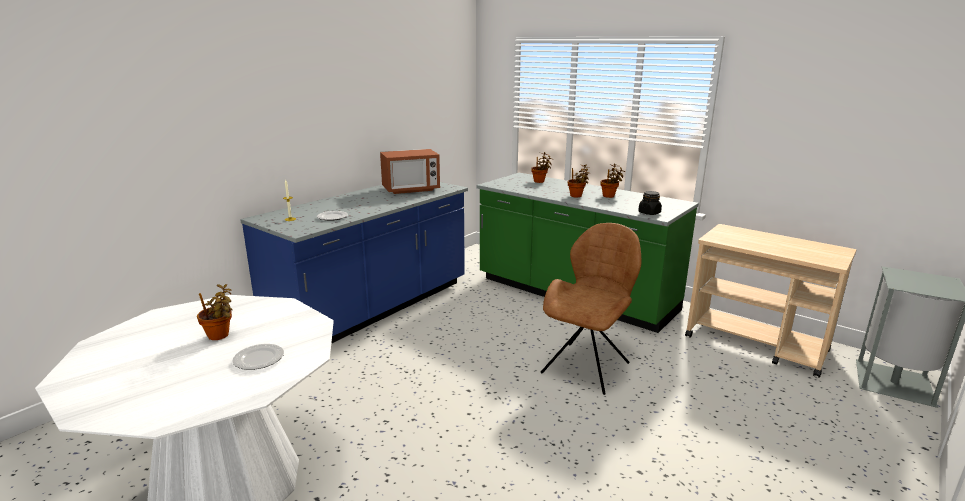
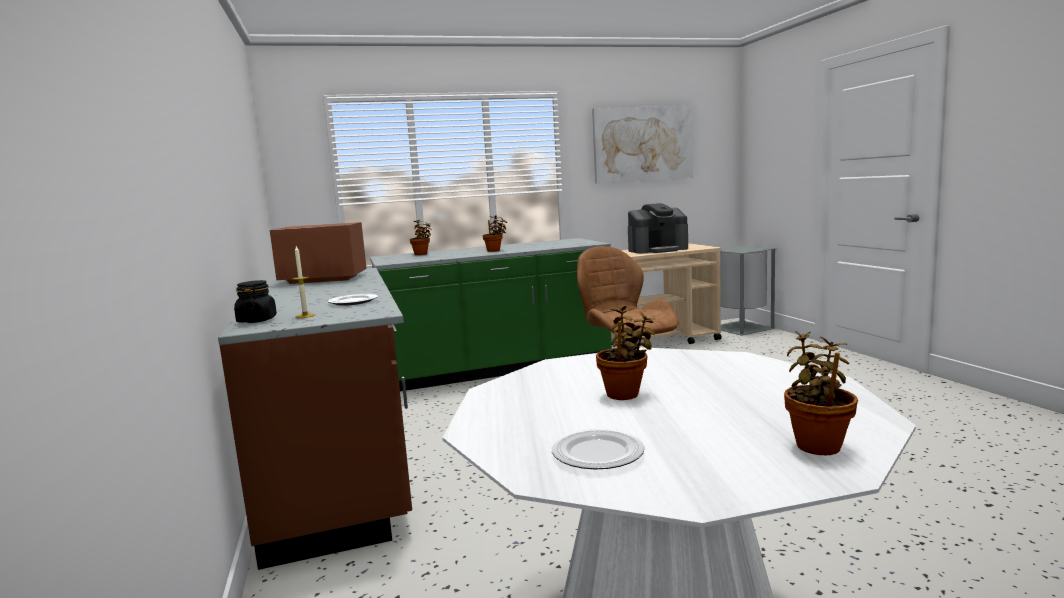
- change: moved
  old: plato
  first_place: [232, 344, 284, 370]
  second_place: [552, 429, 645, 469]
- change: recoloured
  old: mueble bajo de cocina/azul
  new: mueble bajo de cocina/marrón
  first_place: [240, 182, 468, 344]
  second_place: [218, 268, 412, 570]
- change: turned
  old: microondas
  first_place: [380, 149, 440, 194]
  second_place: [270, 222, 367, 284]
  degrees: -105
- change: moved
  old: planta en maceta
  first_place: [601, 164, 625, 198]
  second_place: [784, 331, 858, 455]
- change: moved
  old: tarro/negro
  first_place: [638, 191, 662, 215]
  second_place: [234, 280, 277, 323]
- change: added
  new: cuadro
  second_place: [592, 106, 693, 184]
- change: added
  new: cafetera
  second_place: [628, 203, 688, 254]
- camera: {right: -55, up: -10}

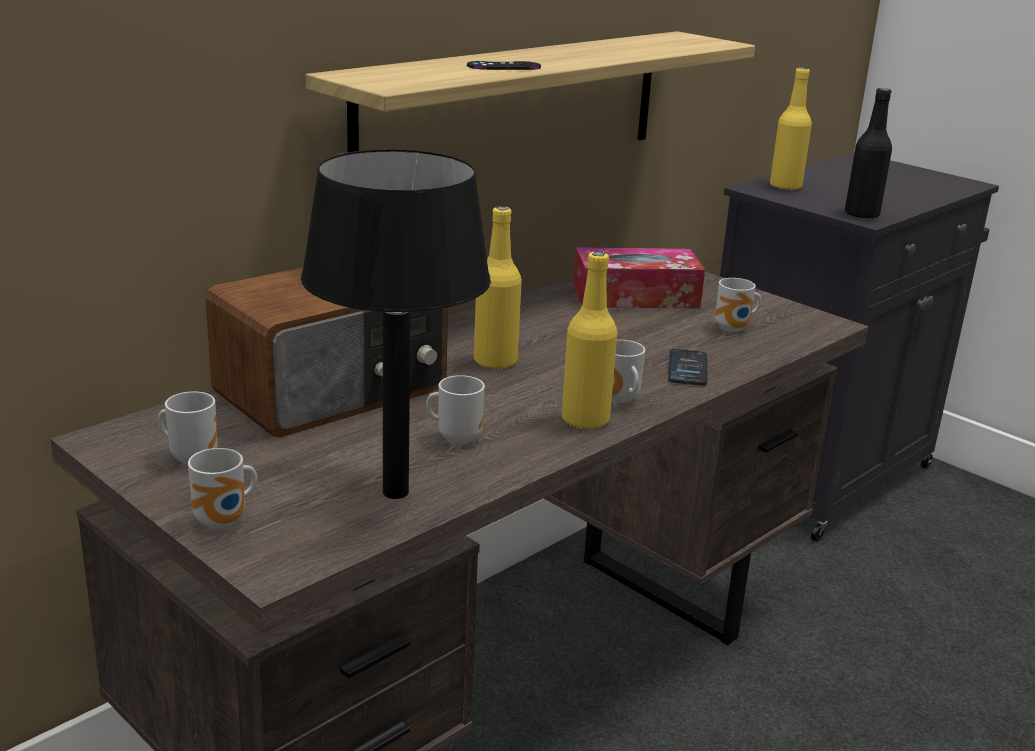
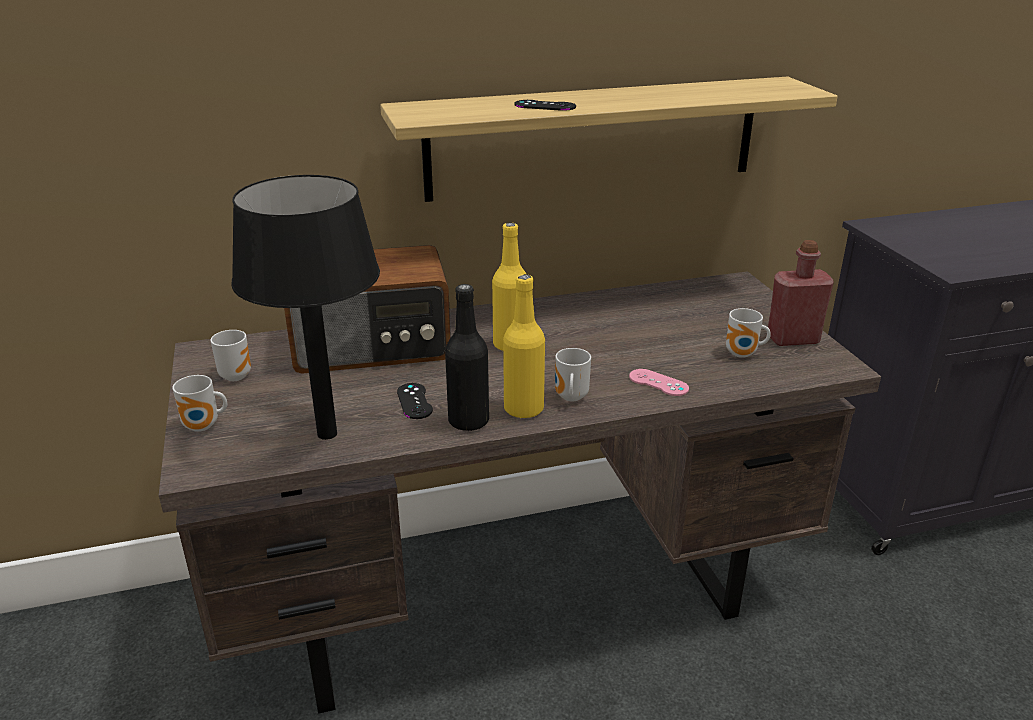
- change: replaced
  old: taza grande
  new: mando de consola/negro
  first_place: [426, 375, 485, 445]
  second_place: [397, 383, 433, 419]
- change: removed
  old: caja de pañuelos
  first_place: [573, 247, 705, 308]
- change: replaced
  old: móvil
  new: mando de consola/rosa
  first_place: [668, 349, 707, 386]
  second_place: [629, 369, 689, 396]
- change: removed
  old: botella/amarillo
  first_place: [770, 68, 812, 190]
- change: moved
  old: botella/negro
  first_place: [845, 88, 892, 218]
  second_place: [445, 284, 489, 431]
- change: added
  new: botella/rojo
  second_place: [768, 240, 834, 346]
- camera: {right: 30, up: 5}

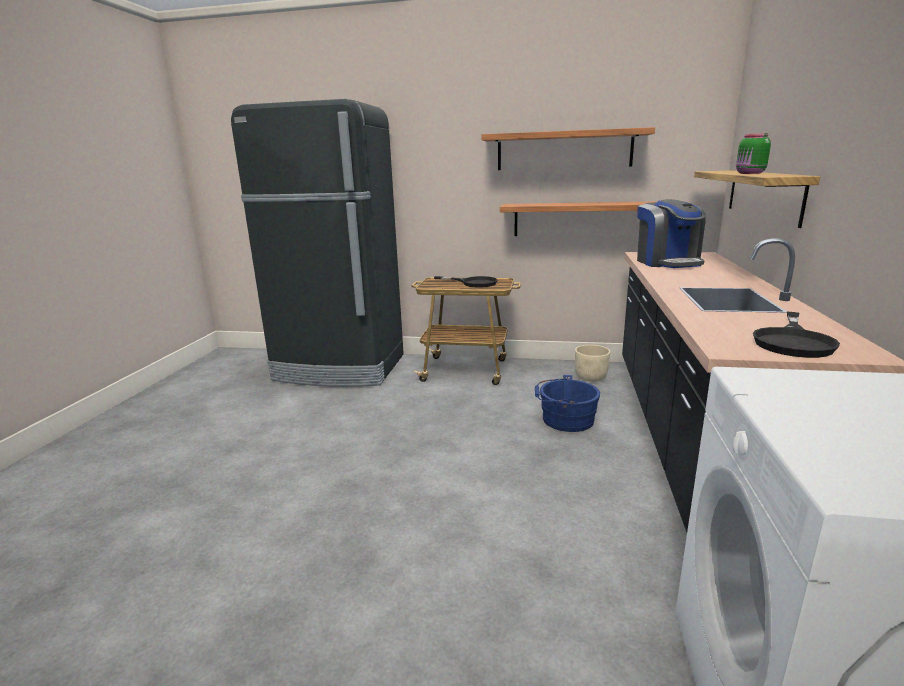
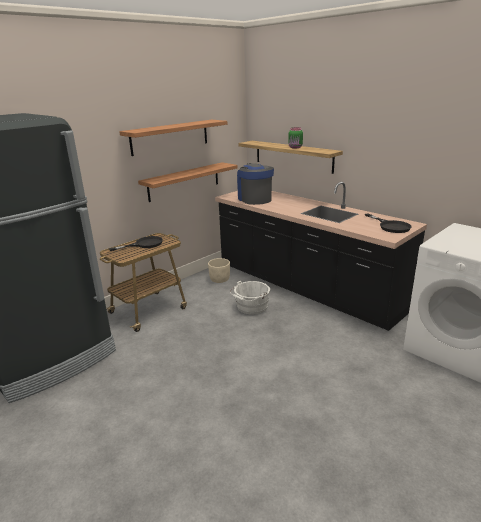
- change: recoloured
  old: cubo/azul
  new: cubo/blanco
  first_place: [535, 375, 600, 432]
  second_place: [230, 281, 270, 314]
- change: turned
  old: cafetera
  first_place: [637, 199, 706, 268]
  second_place: [237, 163, 274, 205]
  degrees: -135
- camera: {right: -55, up: 5}

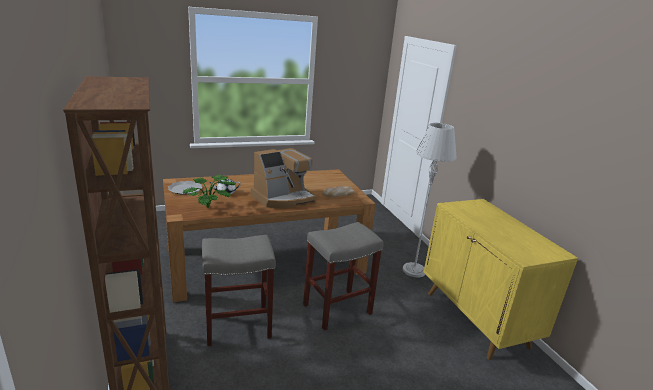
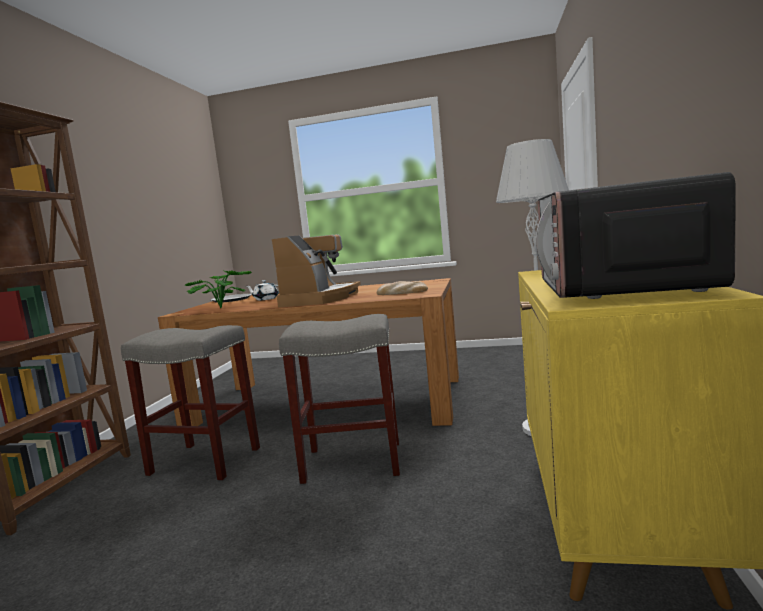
- change: turned
  old: cafetera
  first_place: [251, 148, 318, 208]
  second_place: [272, 234, 361, 308]
  degrees: -75
- change: added
  new: microondas
  second_place: [535, 172, 736, 299]
- camera: {right: 35, up: -15}

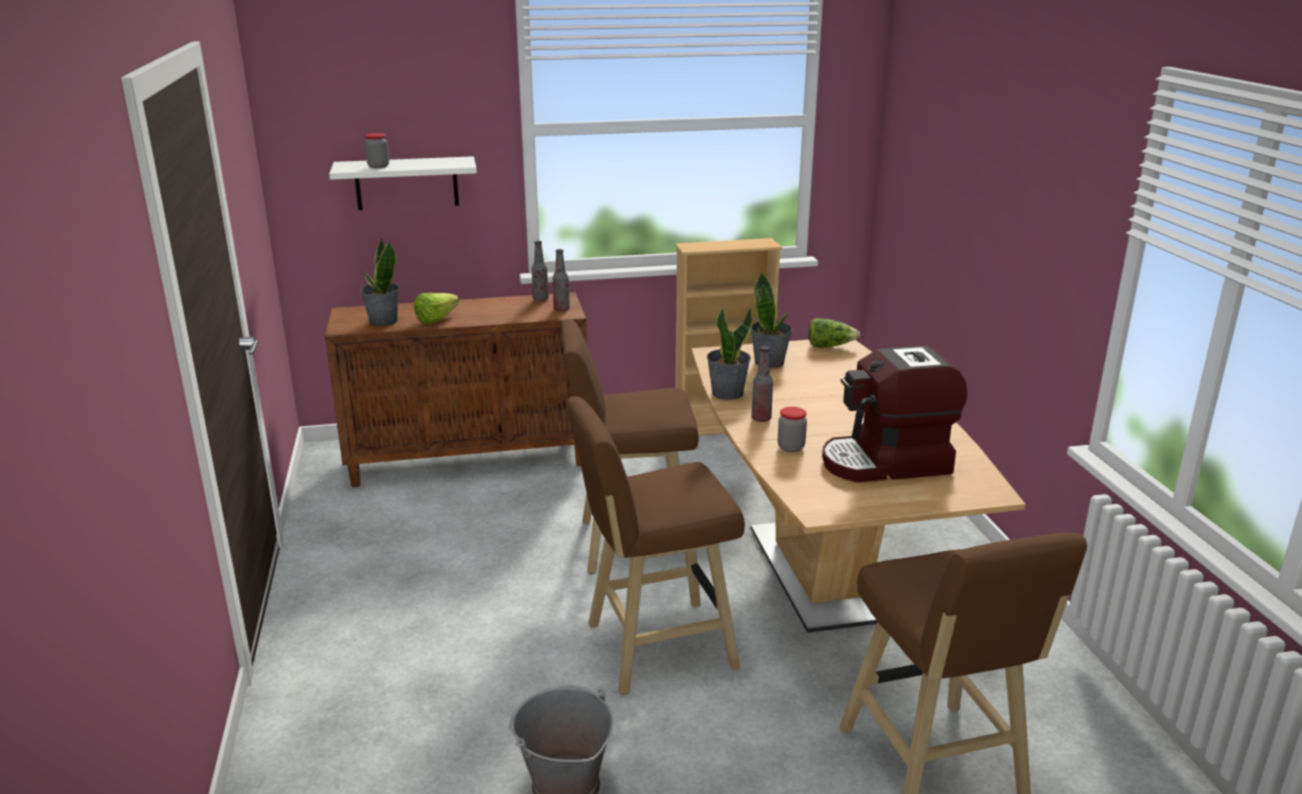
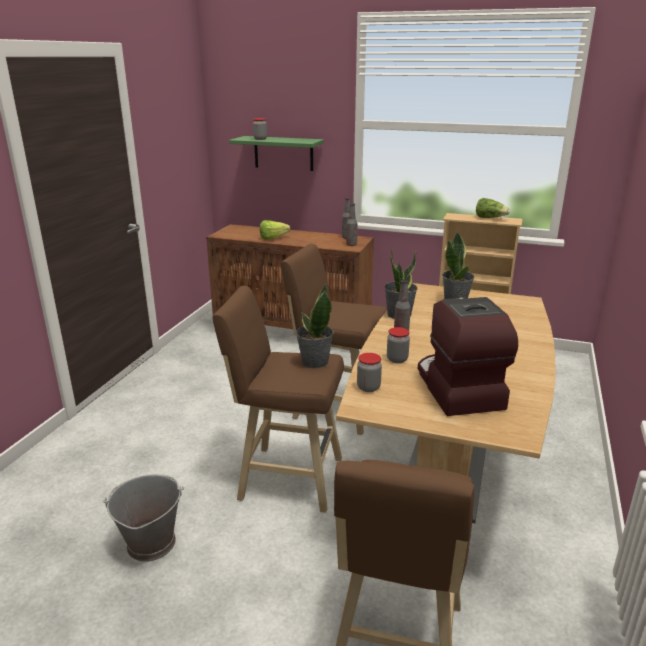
- change: recoloured
  old: estante/blanco
  new: estante/verde
  first_place: [329, 156, 477, 210]
  second_place: [229, 136, 324, 171]
- change: moved
  old: planta en maceta
  first_place: [360, 237, 399, 326]
  second_place: [296, 284, 333, 368]
- change: moved
  old: lechuga
  first_place: [808, 318, 860, 348]
  second_place: [476, 198, 510, 218]
- change: turned
  old: cafetera
  first_place: [822, 346, 967, 482]
  second_place: [418, 297, 518, 416]
  degrees: 60
- change: added
  new: tarro
  second_place: [357, 353, 382, 392]
- camera: {right: 30, up: 0}

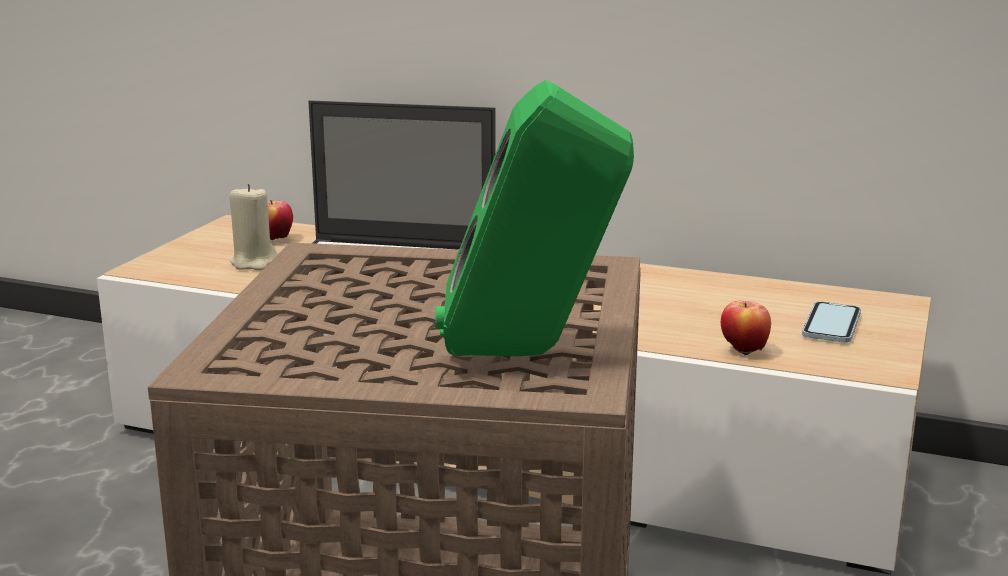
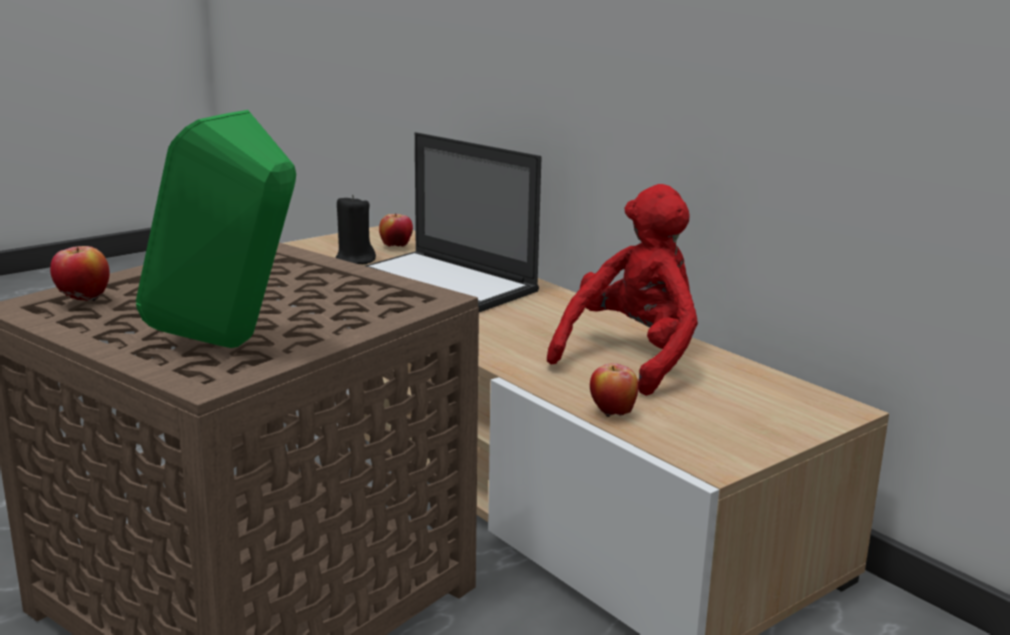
- change: recoloured
  old: vela/beis
  new: vela/negro
  first_place: [229, 184, 277, 270]
  second_place: [336, 194, 376, 264]
- change: removed
  old: móvil
  first_place: [802, 302, 861, 342]
- change: added
  new: manzana
  second_place: [50, 246, 110, 302]
- change: added
  new: peluche/rojo
  second_place: [547, 184, 698, 396]
- camera: {right: 30, up: 0}

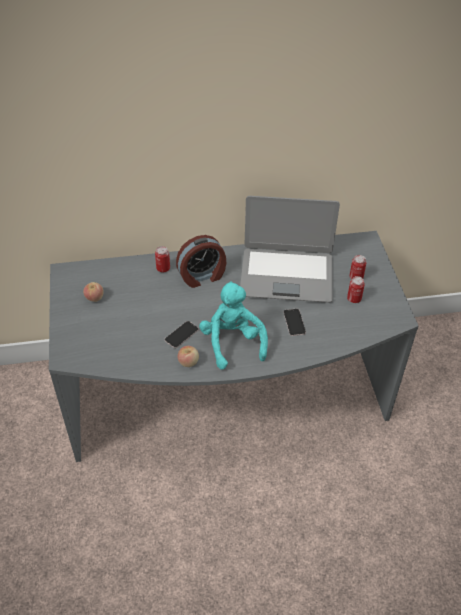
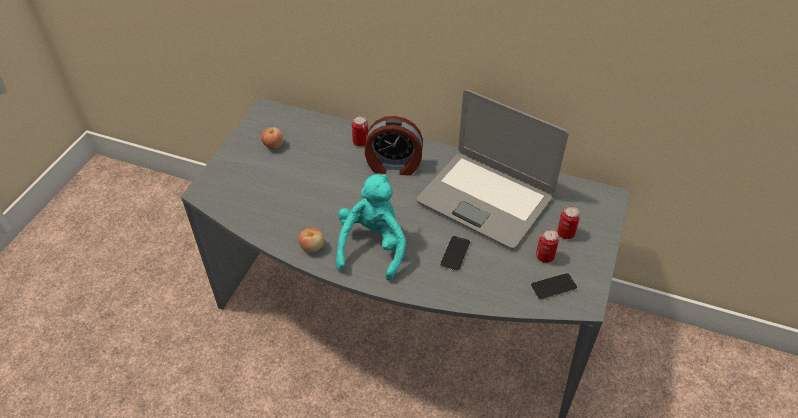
- change: moved
  old: móvil
  first_place: [164, 321, 199, 348]
  second_place: [530, 273, 578, 300]
- camera: {right: 30, up: 0}

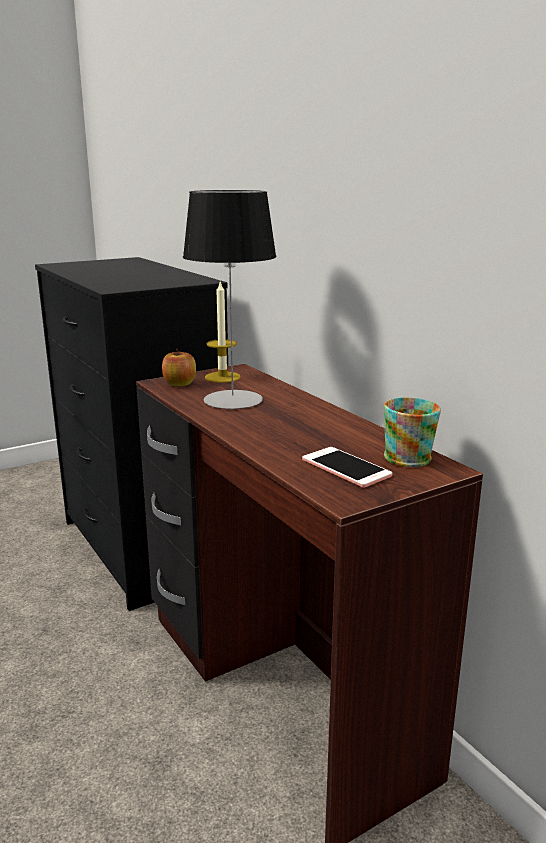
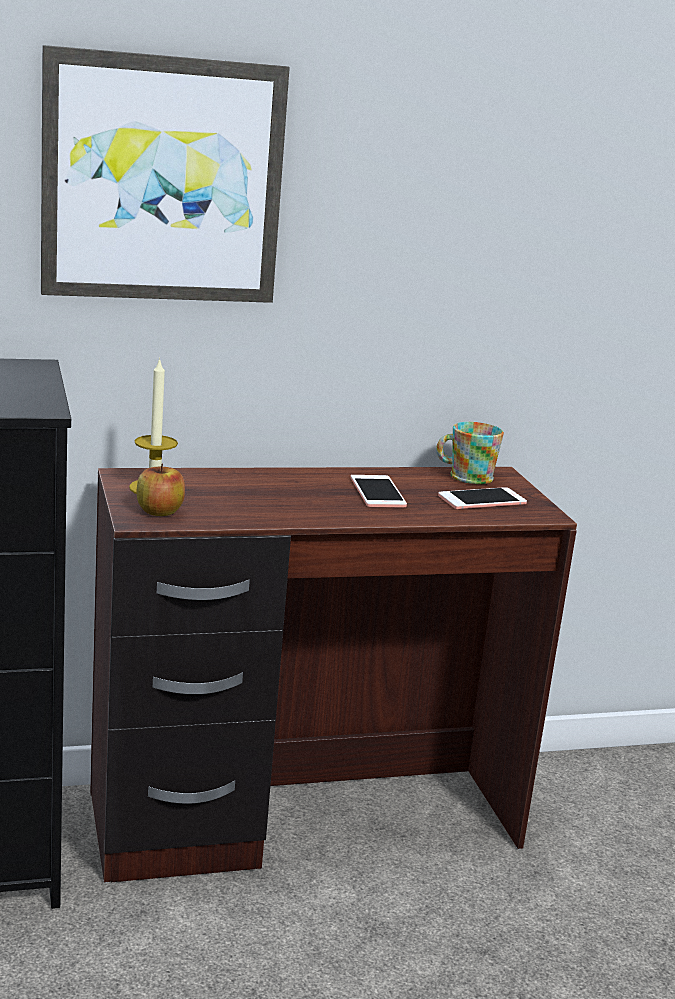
- change: removed
  old: lámpara de mesa
  first_place: [183, 190, 277, 409]
- change: added
  new: cuadro
  second_place: [41, 45, 290, 303]
- change: added
  new: móvil
  second_place: [351, 475, 407, 507]
- camera: {right: -75, up: 0}

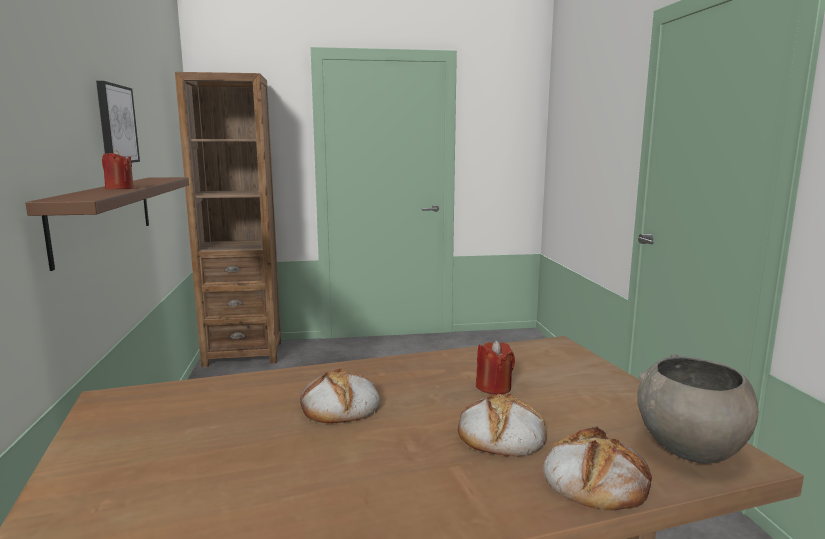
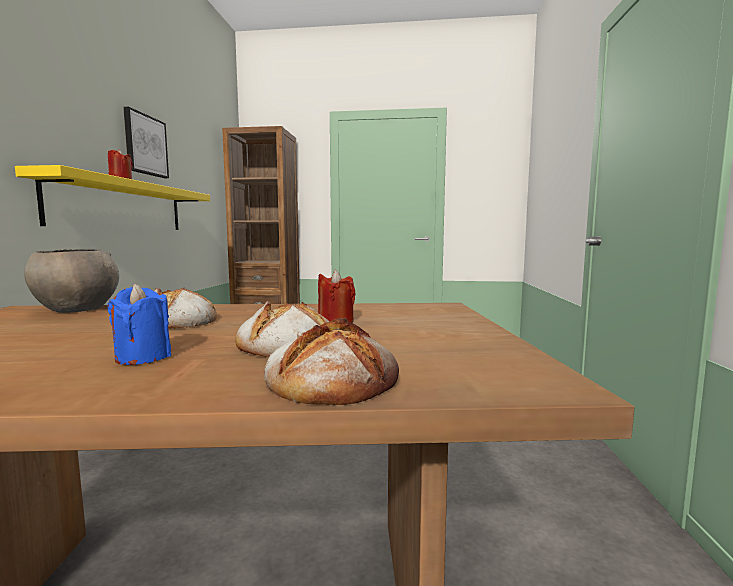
- change: recoloured
  old: estante/marrón
  new: estante/amarillo
  first_place: [26, 177, 189, 271]
  second_place: [15, 165, 210, 230]
- change: moved
  old: cuenco/gris
  first_place: [637, 354, 758, 463]
  second_place: [24, 249, 119, 313]
- change: added
  new: vela/azul
  second_place: [107, 284, 172, 365]
- camera: {right: 15, up: -5}

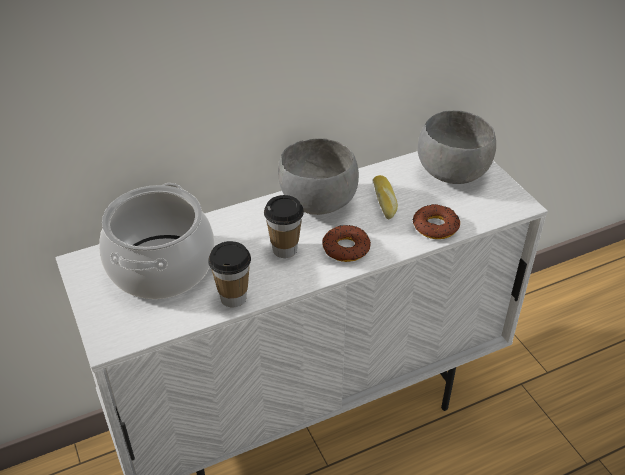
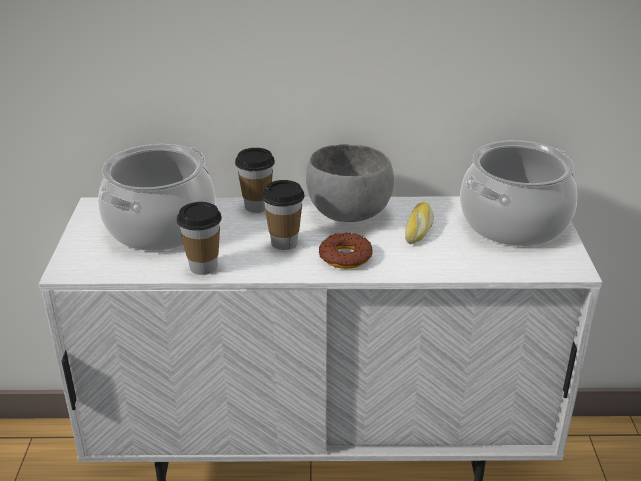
- change: removed
  old: rosquilla
  first_place: [413, 204, 460, 239]
- change: replaced
  old: cuenco/gris
  new: olla
  first_place: [418, 110, 496, 184]
  second_place: [460, 140, 577, 246]
- change: added
  new: taza
  second_place: [235, 148, 275, 213]
- camera: {right: 25, up: -10}

